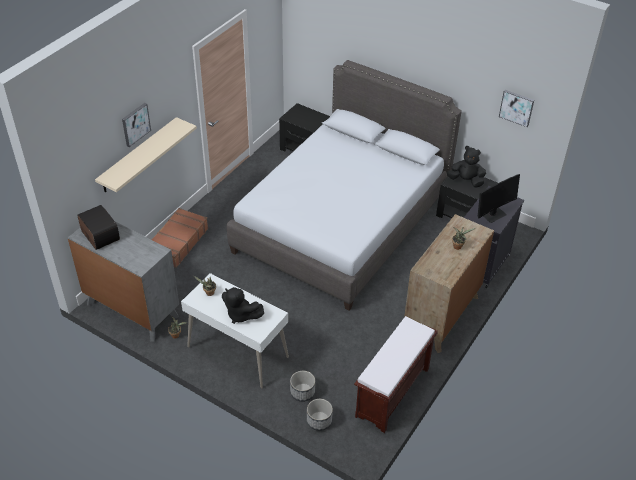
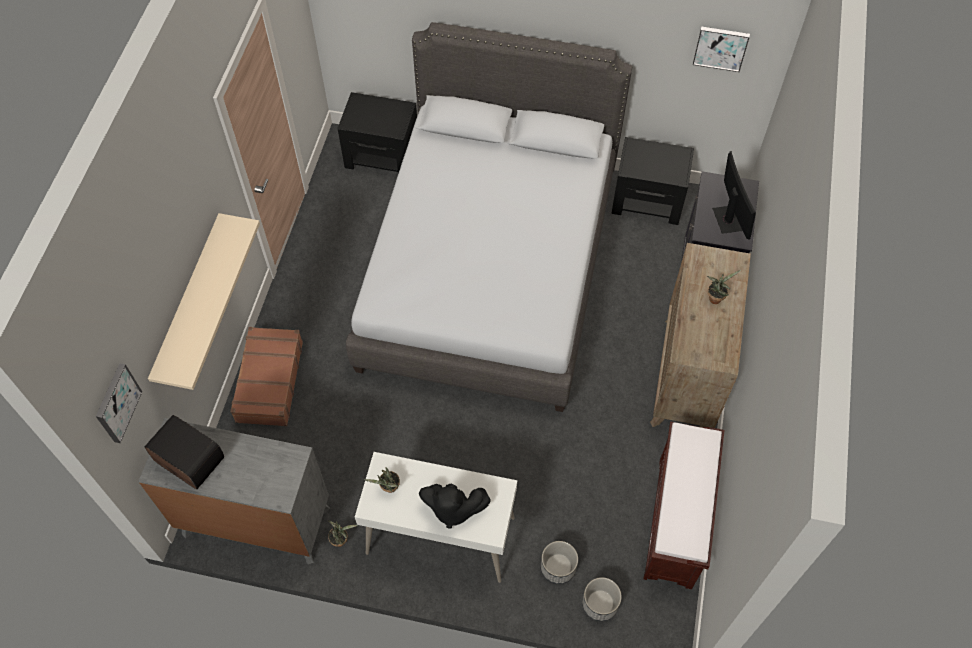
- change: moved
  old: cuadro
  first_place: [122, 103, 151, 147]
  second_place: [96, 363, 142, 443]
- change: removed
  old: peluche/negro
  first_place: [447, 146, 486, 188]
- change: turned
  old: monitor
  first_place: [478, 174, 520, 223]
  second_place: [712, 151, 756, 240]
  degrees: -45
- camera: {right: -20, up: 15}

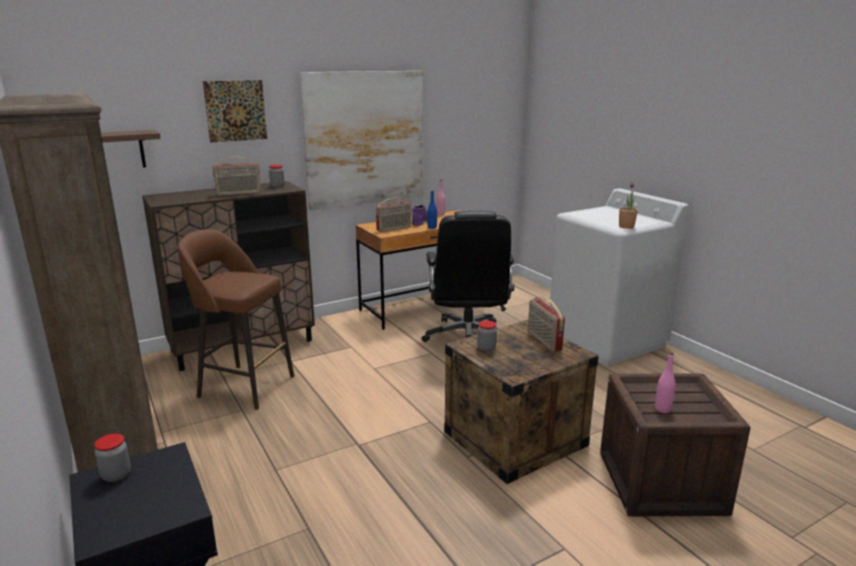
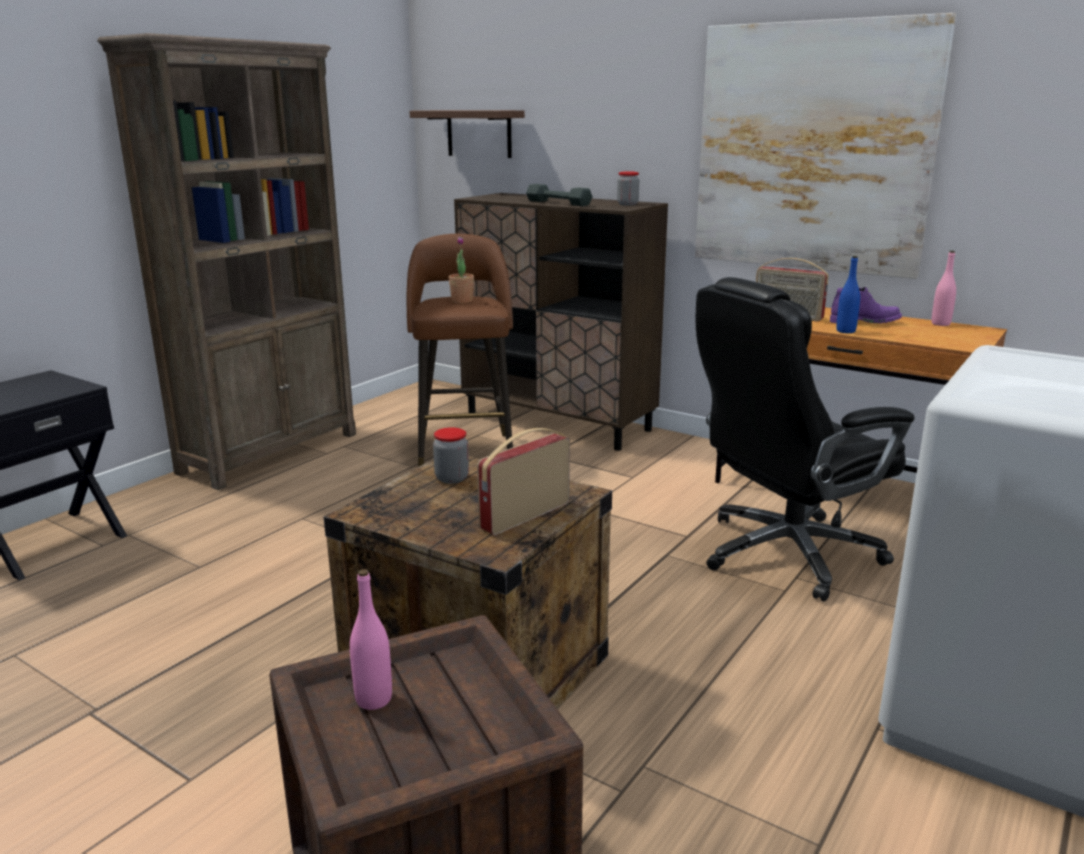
- change: removed
  old: tarro
  first_place: [94, 434, 131, 482]
- change: removed
  old: cuadro
  first_place: [203, 80, 267, 143]
- change: replaced
  old: radio
  new: mancuerna/gris
  first_place: [213, 157, 261, 196]
  second_place: [526, 184, 593, 206]
- change: moved
  old: planta en maceta
  first_place: [619, 182, 638, 229]
  second_place: [449, 237, 474, 303]
- camera: {right: 65, up: 0}

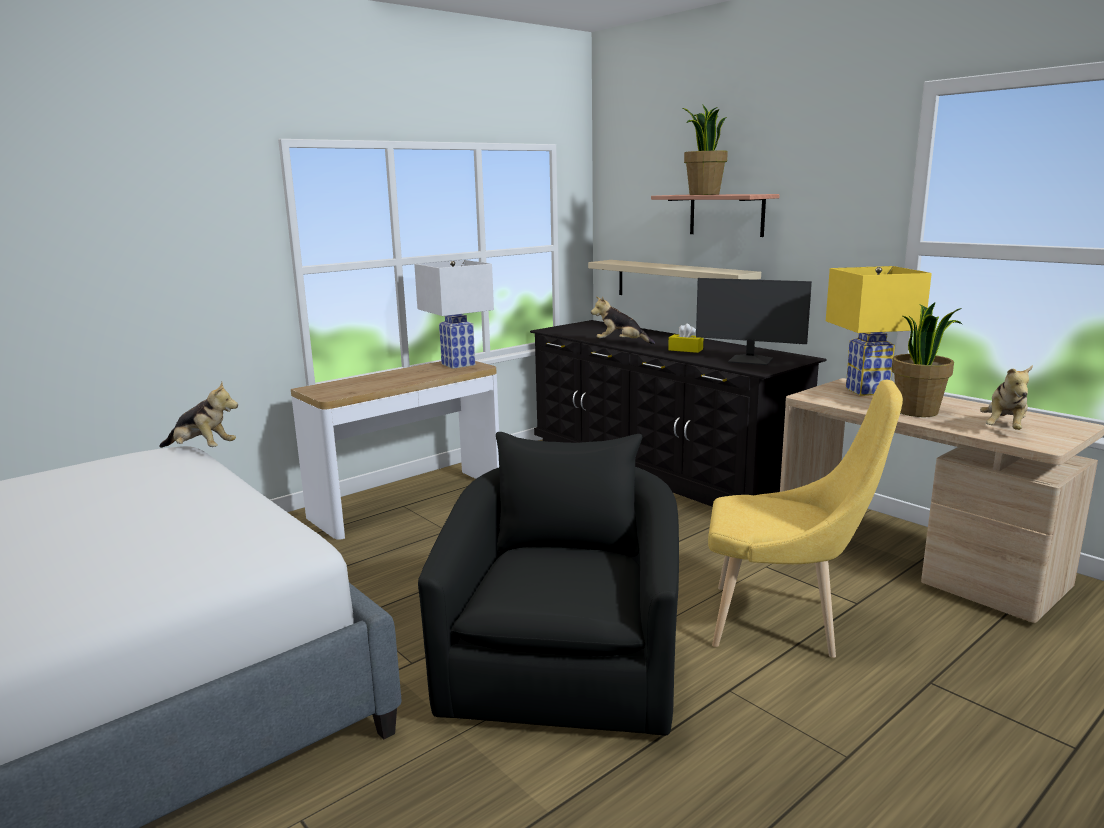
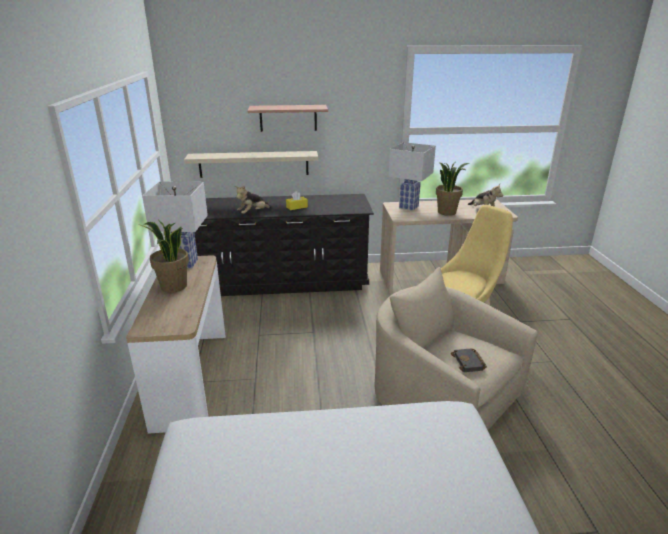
- change: removed
  old: peluche
  first_place: [159, 382, 238, 448]
- change: recoloured
  old: sillón/negro
  new: sillón/beis
  first_place: [418, 432, 679, 736]
  second_place: [375, 267, 538, 430]
- change: moved
  old: planta en maceta
  first_place: [683, 105, 728, 195]
  second_place: [138, 220, 189, 293]
- change: removed
  old: monitor
  first_place: [696, 278, 812, 365]
- change: recoloured
  old: lámpara de mesa/amarillo
  new: lámpara de mesa/blanco
  first_place: [826, 266, 932, 396]
  second_place: [389, 142, 436, 211]
- change: added
  new: libro/negro
  second_place: [451, 348, 487, 372]
- camera: {right: -55, up: 10}

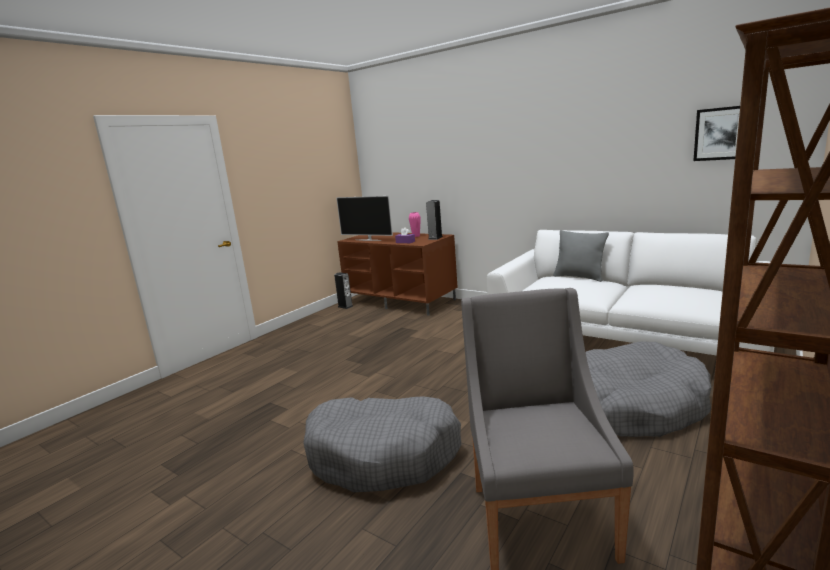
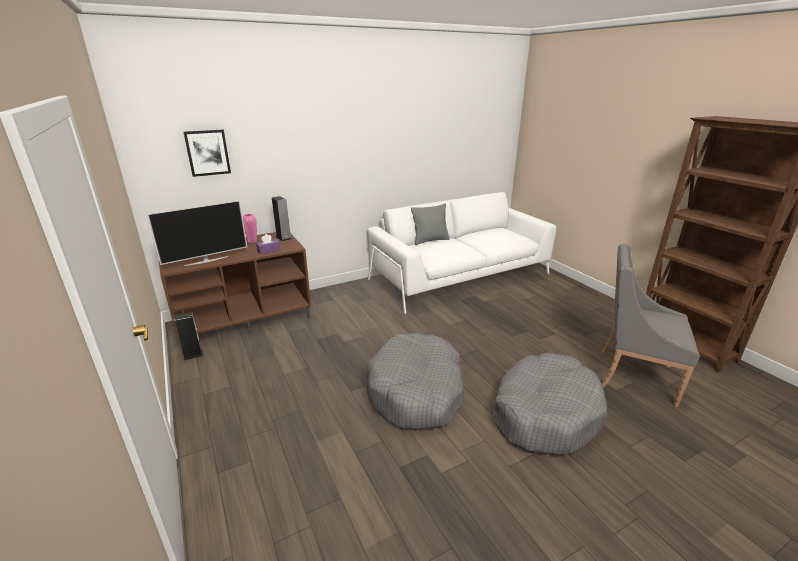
- change: moved
  old: cama para perro/gris
  first_place: [586, 341, 712, 437]
  second_place: [366, 333, 464, 430]
- change: moved
  old: cuadro
  first_place: [693, 106, 740, 161]
  second_place: [183, 130, 231, 177]
- camera: {right: -65, up: 10}

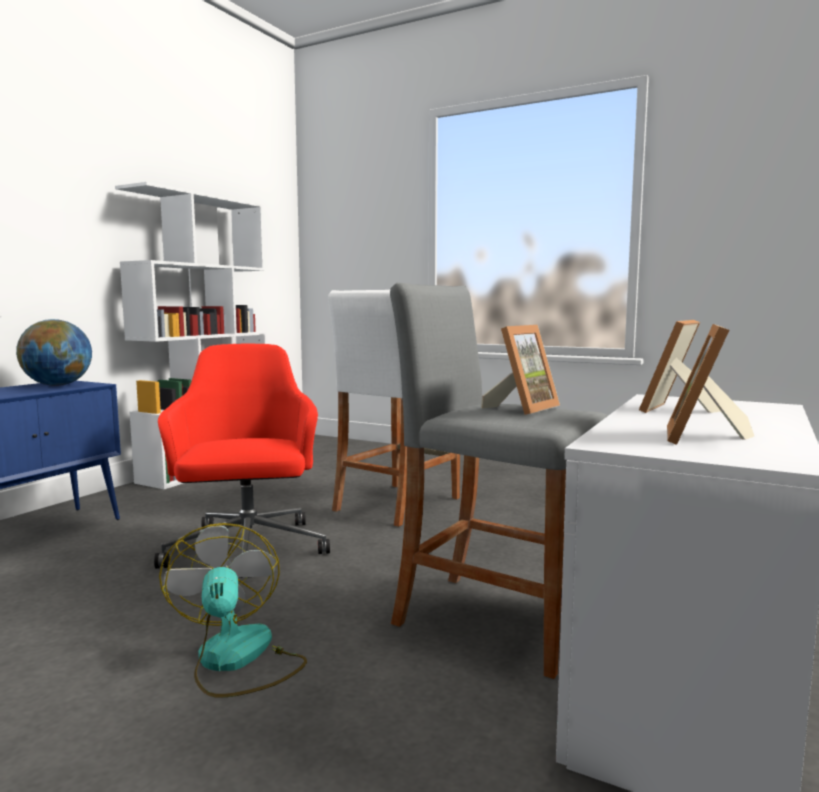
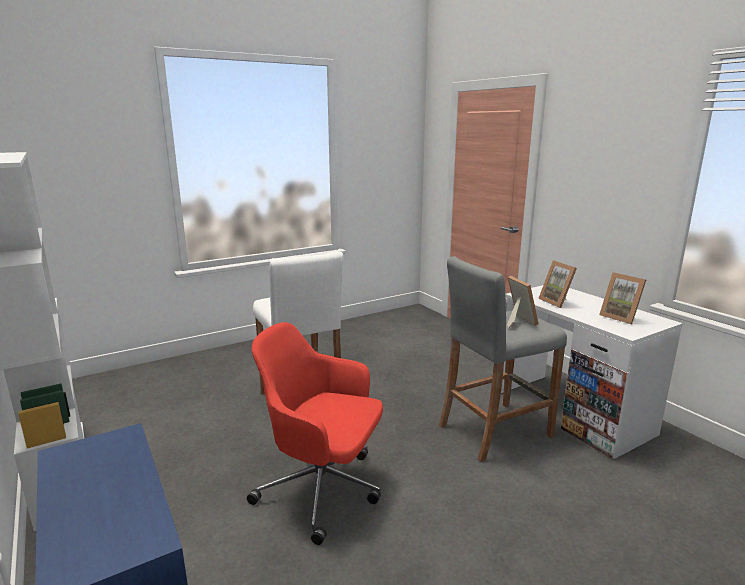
- change: removed
  old: globo terráqueo
  first_place: [16, 319, 92, 386]
- change: removed
  old: ventilador
  first_place: [159, 523, 307, 698]
- camera: {right: -60, up: 10}

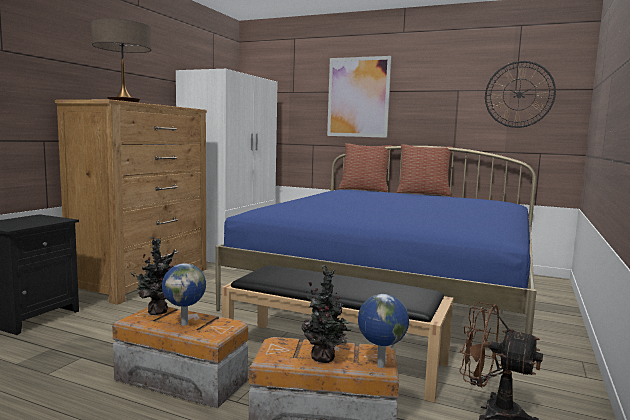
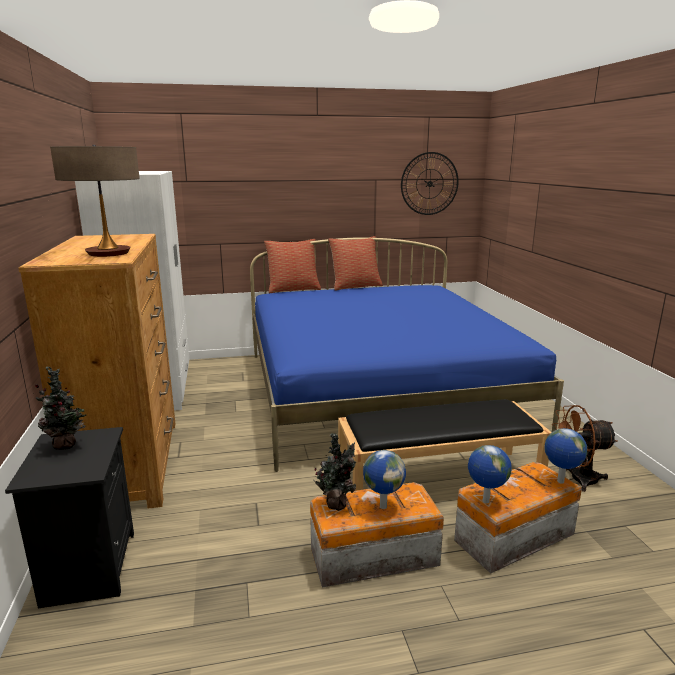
- change: moved
  old: planta en maceta
  first_place: [301, 265, 351, 363]
  second_place: [33, 366, 86, 450]
- change: removed
  old: cuadro
  first_place: [327, 56, 392, 138]
- change: added
  new: globo terráqueo
  second_place: [468, 445, 512, 503]
- camera: {right: -35, up: 10}

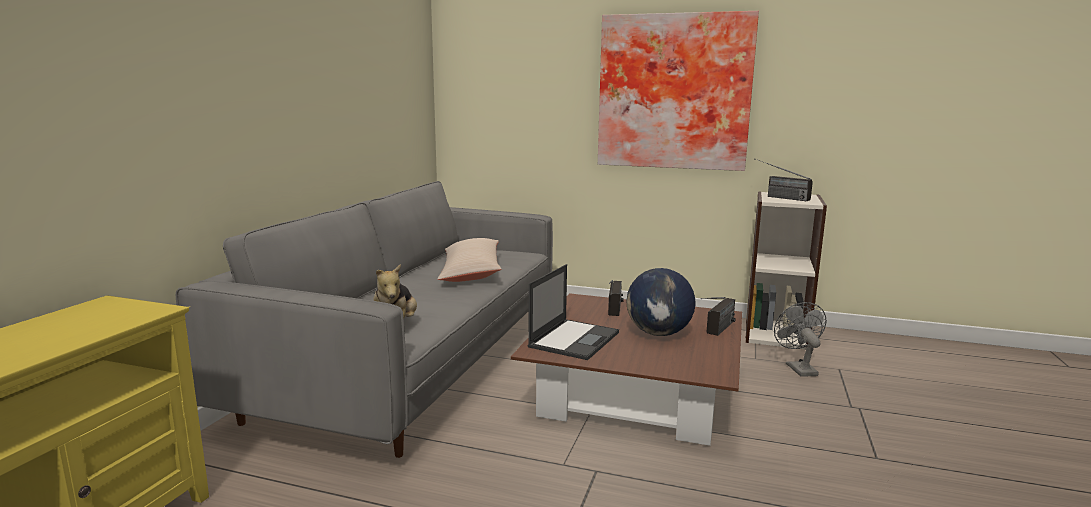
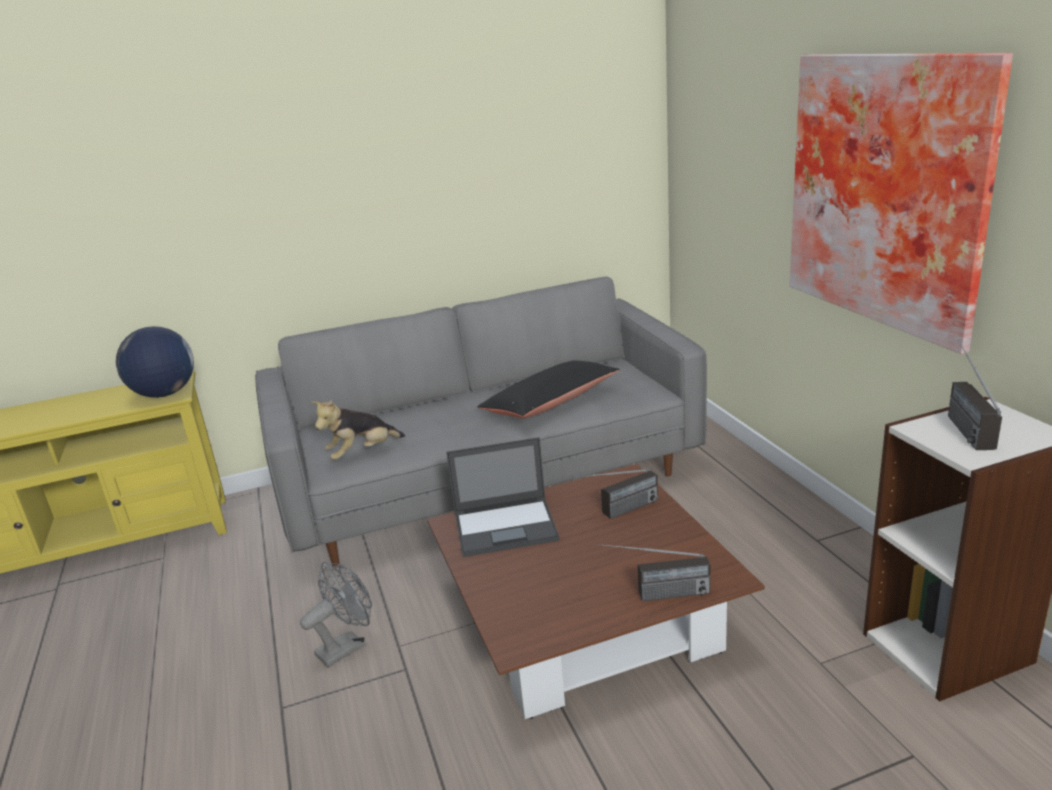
- change: recoloured
  old: cojín/beis
  new: cojín/negro
  first_place: [438, 238, 501, 282]
  second_place: [477, 360, 620, 419]
- change: moved
  old: globo terráqueo
  first_place: [627, 268, 696, 336]
  second_place: [116, 326, 194, 398]
- change: moved
  old: ventilador/gris
  first_place: [774, 302, 827, 377]
  second_place: [300, 562, 372, 667]
- camera: {right: 55, up: 10}

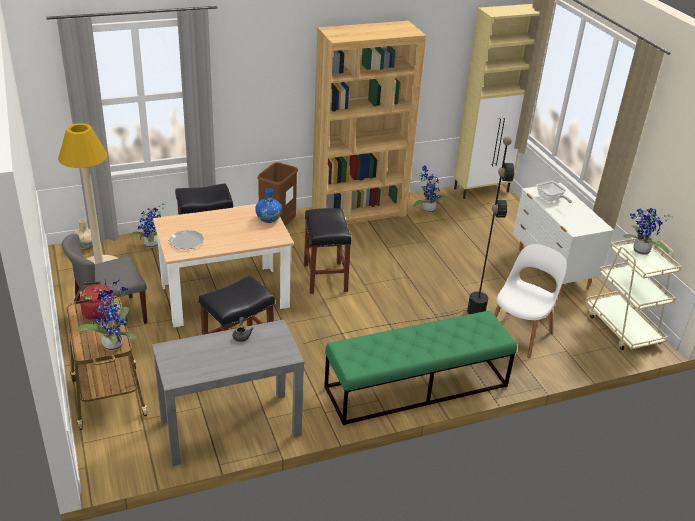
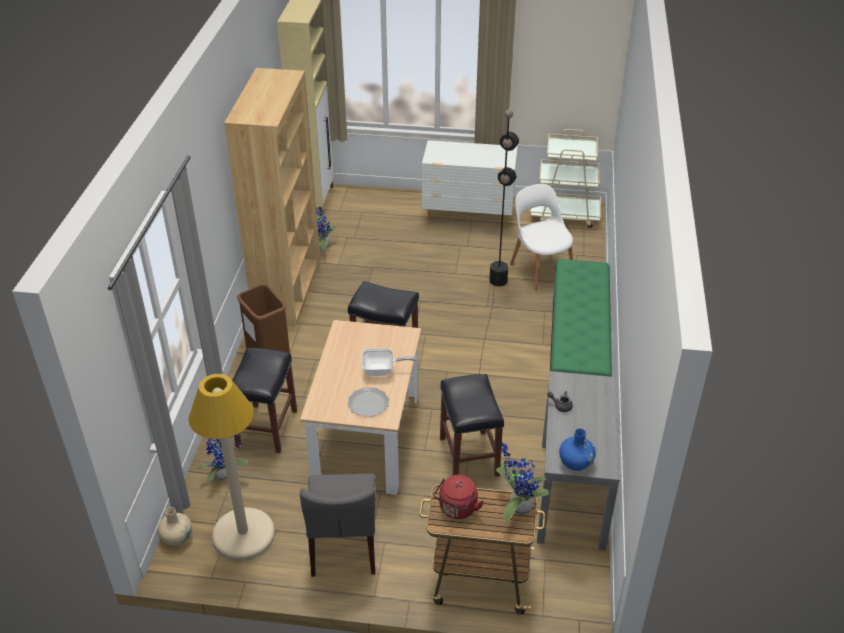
- change: moved
  old: florero/azul
  first_place: [255, 188, 282, 223]
  second_place: [559, 428, 596, 471]
- change: moved
  old: sartén
  first_place: [536, 181, 572, 203]
  second_place: [362, 348, 416, 376]
- change: removed
  old: planta en maceta
  first_place: [623, 207, 673, 255]
- camera: {right: -60, up: 5}

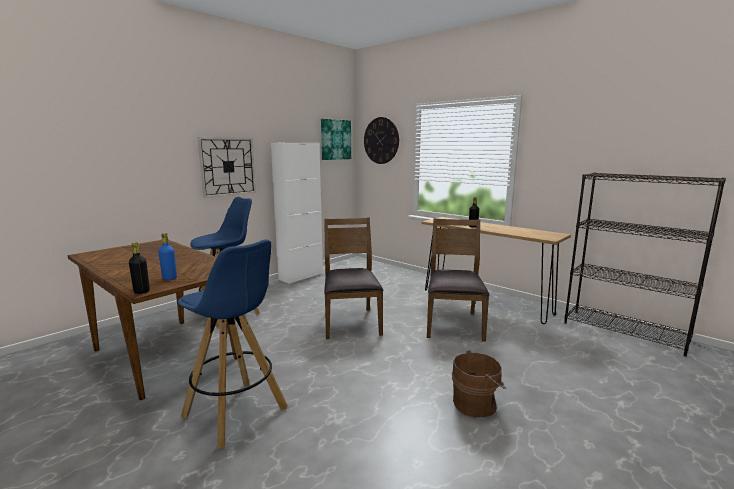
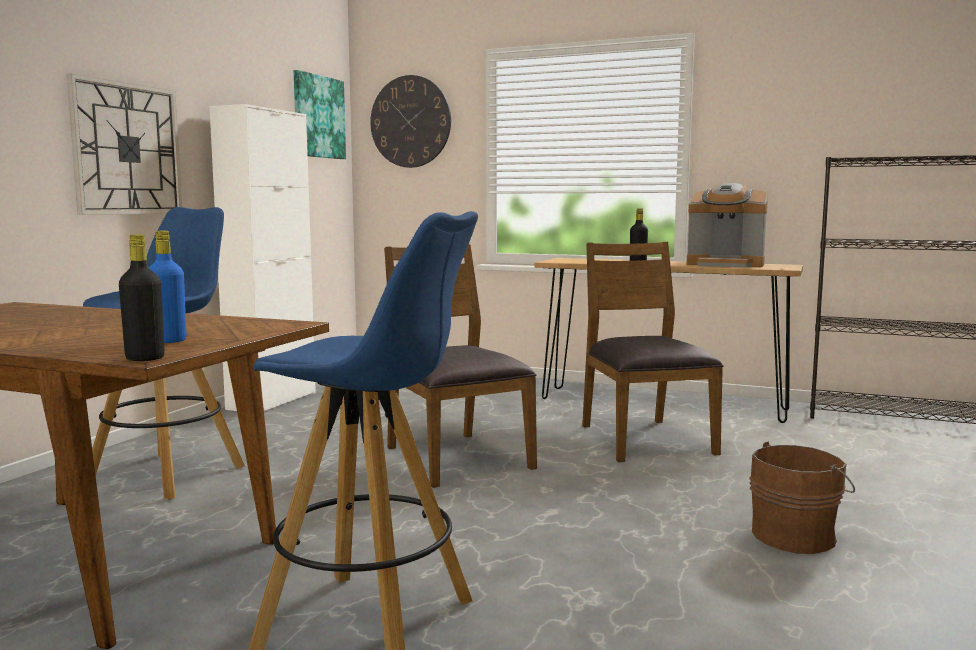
- change: added
  new: cafetera
  second_place: [687, 183, 768, 267]
- camera: {right: -20, up: -5}

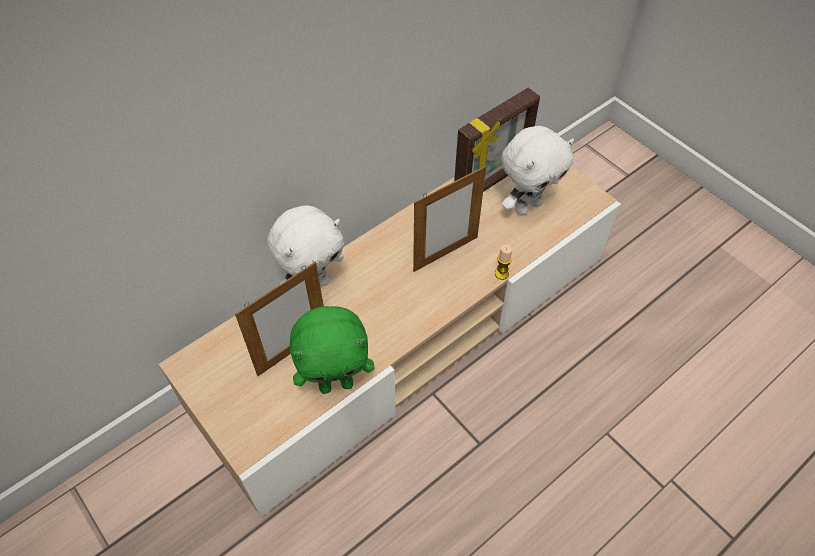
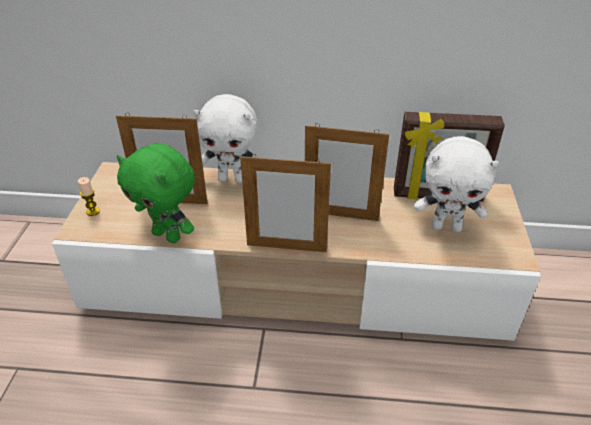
- change: moved
  old: vela
  first_place: [495, 244, 512, 280]
  second_place: [78, 177, 100, 216]
- change: added
  new: portarretratos
  second_place: [240, 154, 331, 252]
- camera: {right: 45, up: -15}

